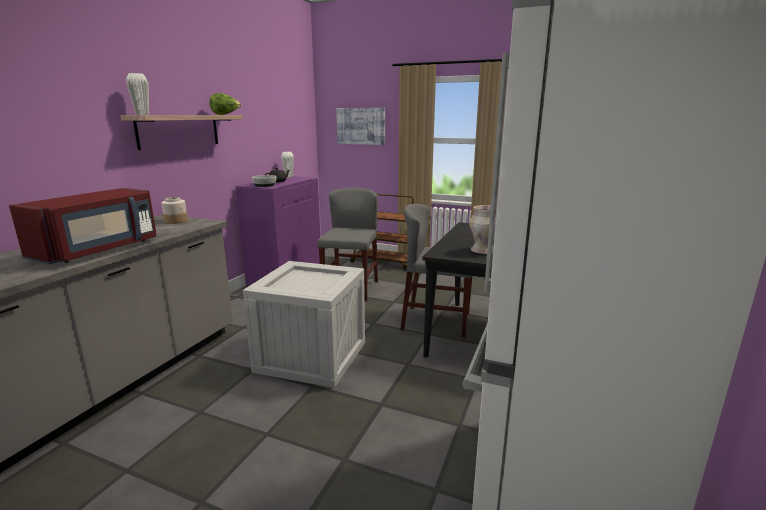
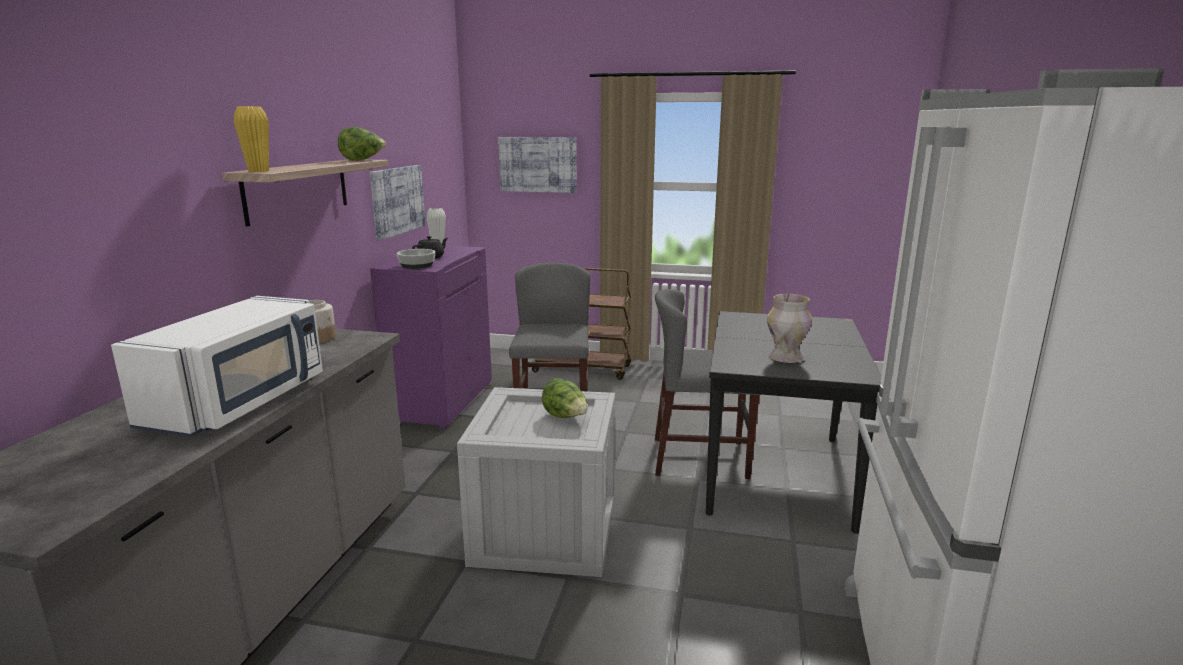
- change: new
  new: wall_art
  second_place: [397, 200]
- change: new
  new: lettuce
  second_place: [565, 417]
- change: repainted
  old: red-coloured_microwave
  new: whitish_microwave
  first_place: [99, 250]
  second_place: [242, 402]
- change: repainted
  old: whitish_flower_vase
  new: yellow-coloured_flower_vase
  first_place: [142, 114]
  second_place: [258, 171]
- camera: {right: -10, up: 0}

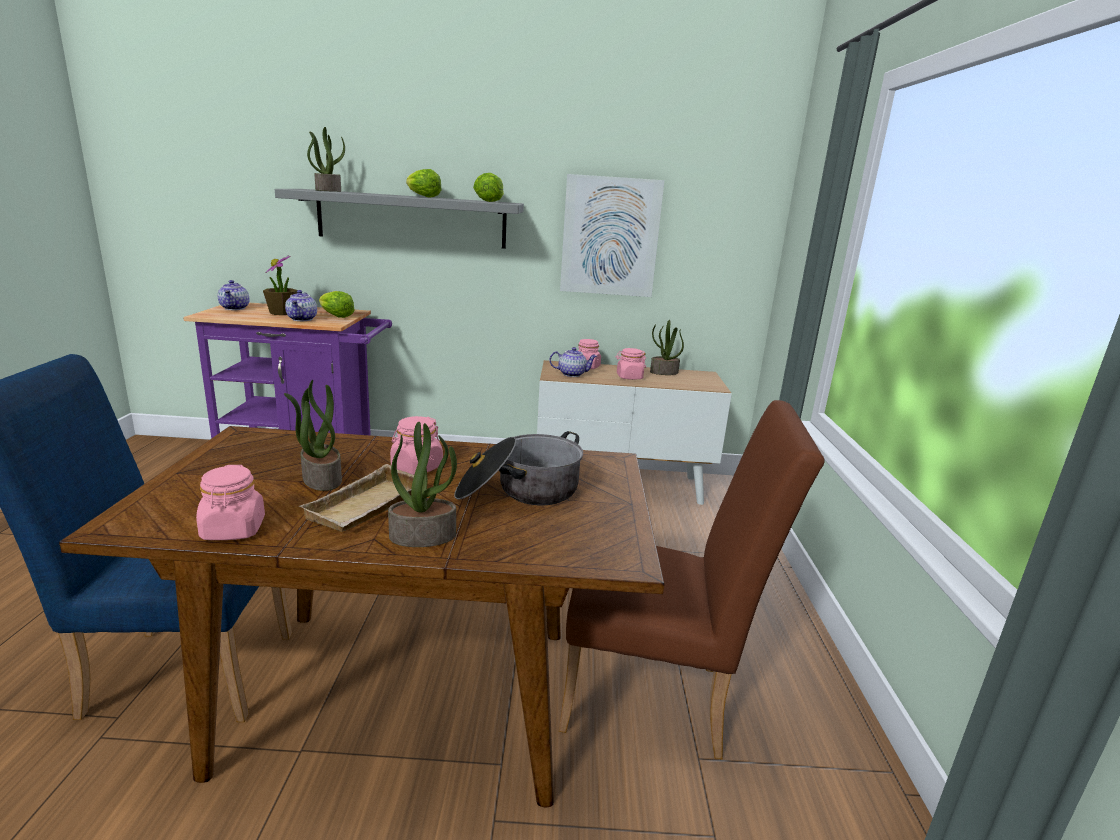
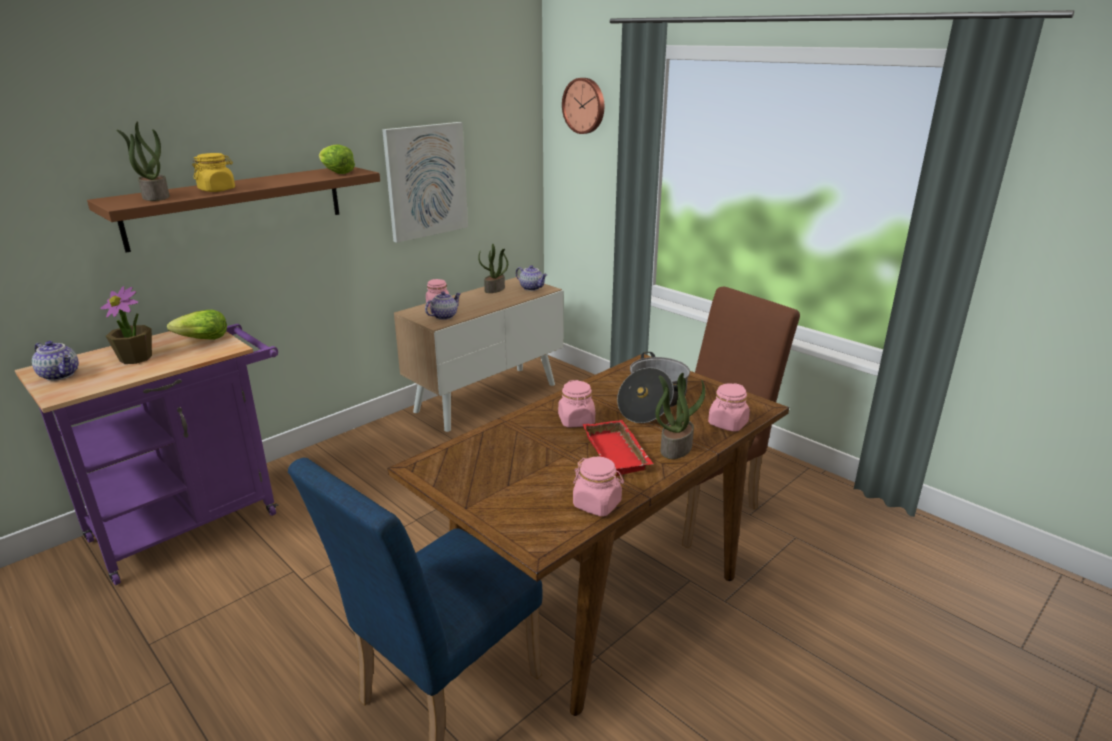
- change: gone
  old: plant_in_a_pot
  first_place: [321, 479]
- change: gone
  old: lettuce
  first_place: [422, 196]
- change: new
  new: yellow-coloured_storage_jar
  second_place: [217, 190]
- change: new
  new: wall_clock
  second_place: [584, 105]
- change: shifted
  old: tea_pot
  first_place: [303, 319]
  second_place: [532, 288]
- change: shifted
  old: pinkish_storage_jar
  first_place: [629, 377]
  second_place: [727, 424]
- change: repainted
  old: gray_shelf
  new: brownish_shelf
  first_place: [412, 219]
  second_place: [237, 206]
- change: repainted
  old: beige-coloured_tray
  new: red-coloured_tray
  first_place: [368, 508]
  second_place: [618, 453]
- camera: {right: -45, up: 5}

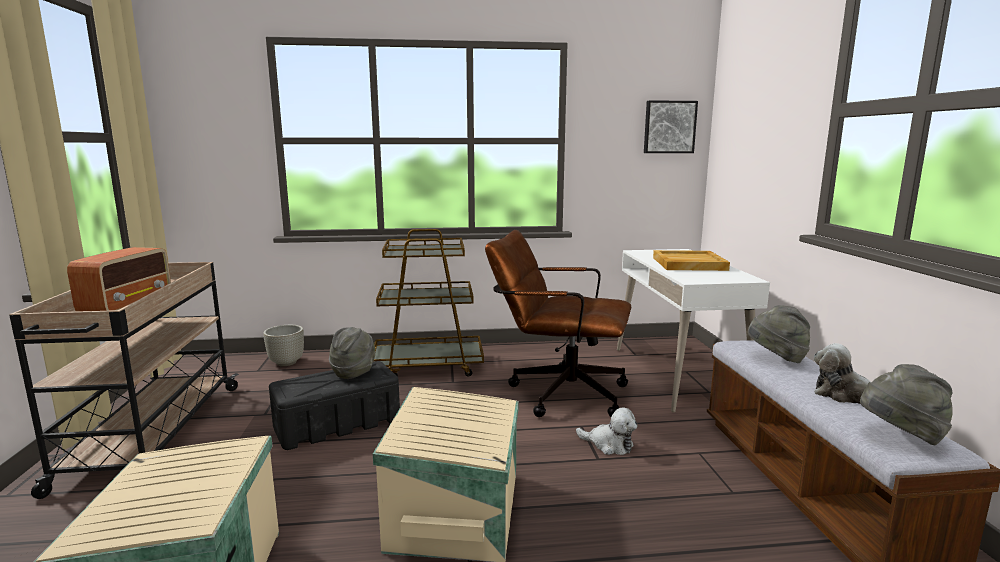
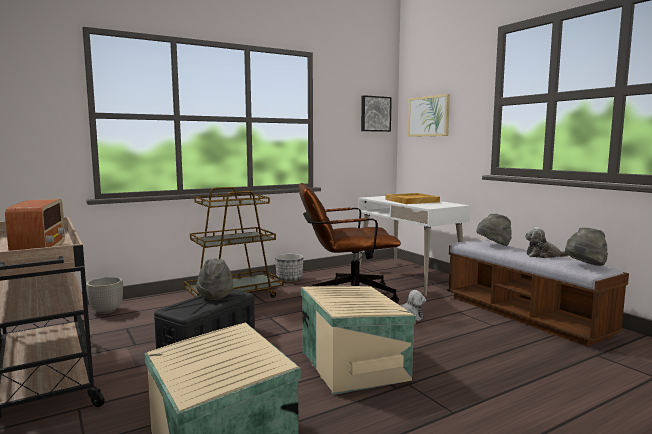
- change: new
  new: plant_pot
  second_place: [289, 279]
- change: new
  new: wall_art
  second_place: [429, 116]
- camera: {right: -25, up: -5}

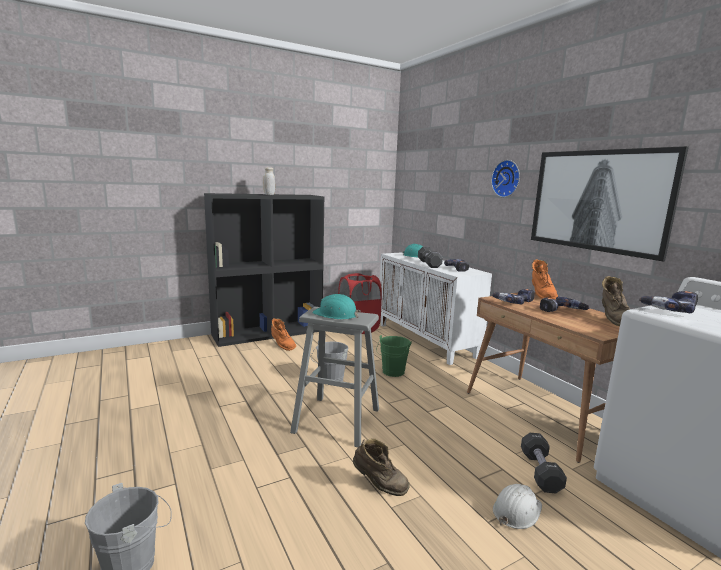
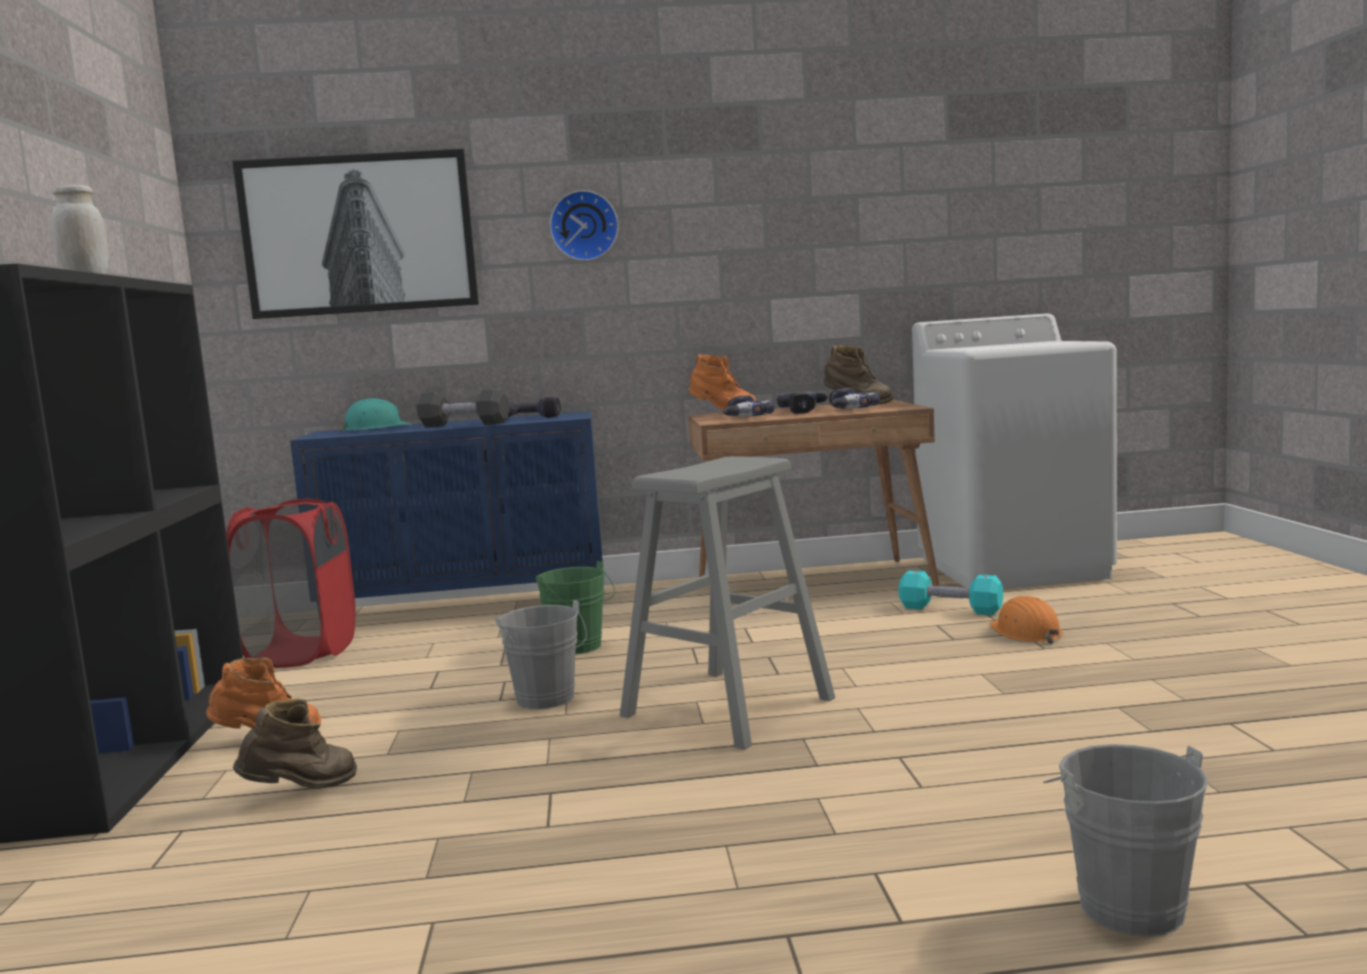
- change: gone
  old: turquoise_work_helmet
  first_place: [336, 314]
- change: shifted
  old: brownish_boot
  first_place: [379, 485]
  second_place: [302, 792]
- change: shifted
  old: wall_art
  first_place: [597, 200]
  second_place: [359, 234]
- change: shifted
  old: power_drill
  first_place: [669, 309]
  second_place: [845, 410]
- change: repainted
  old: whitish_cupboard
  new: bluish_cupboard
  first_place: [426, 340]
  second_place: [469, 608]
- change: repainted
  old: whitish_work_helmet
  new: orange-coloured_work_helmet
  first_place: [516, 510]
  second_place: [1025, 632]
- change: repainted
  old: black_hand_weight
  new: turquoise_hand_weight
  first_place: [540, 472]
  second_place: [950, 609]
- camera: {right: -65, up: -5}

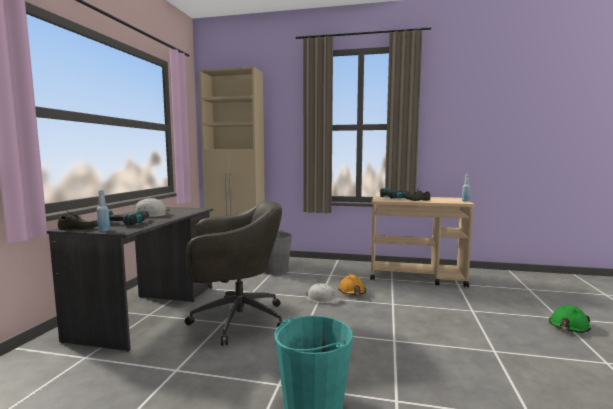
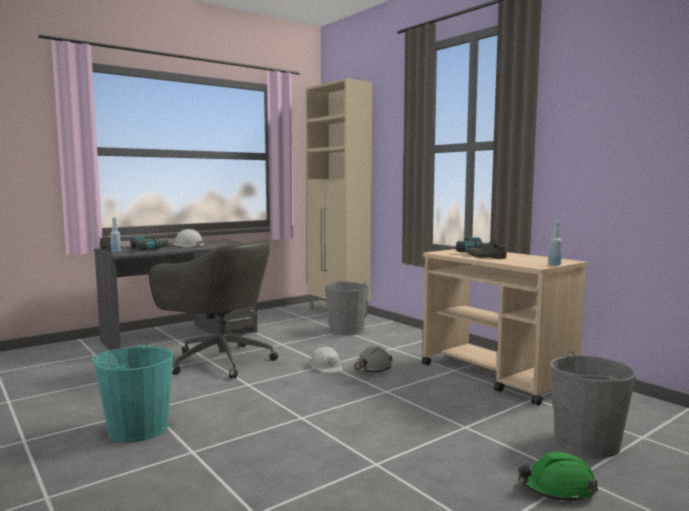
- change: new
  new: gray_water_bucket
  second_place: [586, 442]
- change: repainted
  old: orange-coloured_work_helmet
  new: gray_work_helmet
  first_place: [352, 292]
  second_place: [373, 369]
- camera: {right: 40, up: 0}

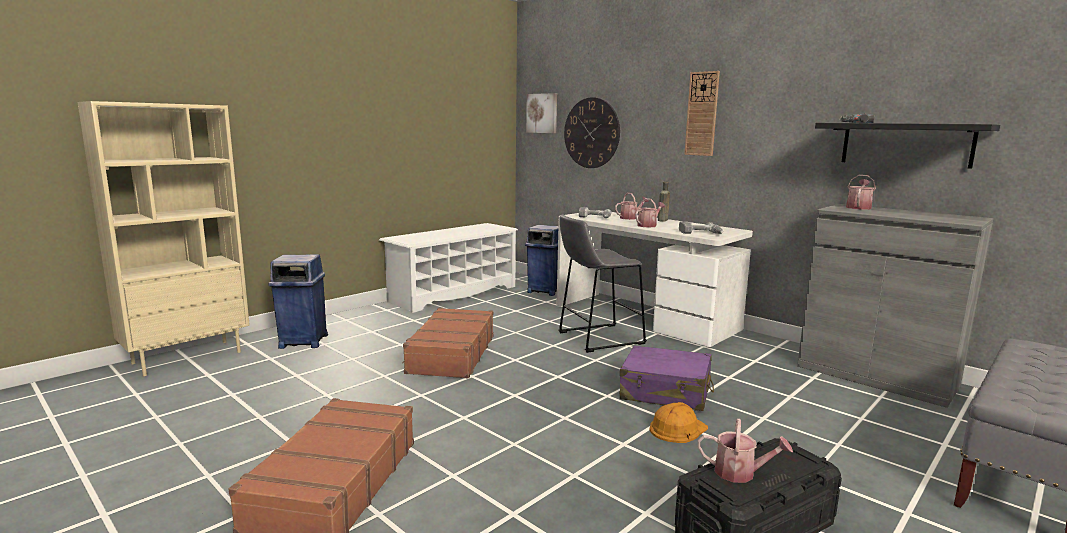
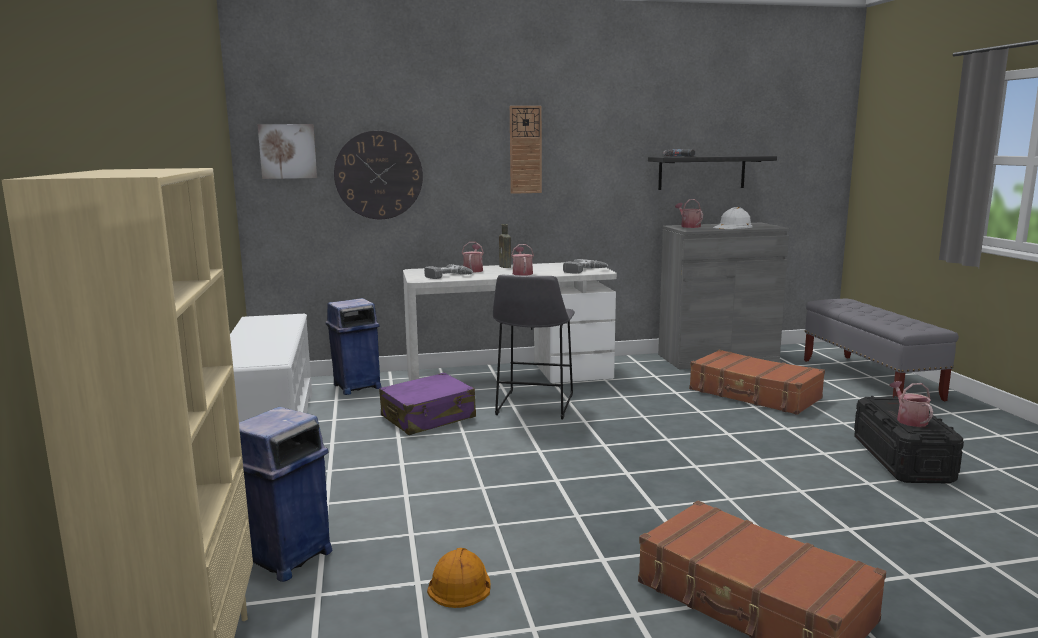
- change: new
  new: whitish_work_helmet
  second_place: [733, 227]
- change: shifted
  old: brownish_travel_case
  first_place: [451, 354]
  second_place: [754, 394]
- change: shifted
  old: purple_travel_case
  first_place: [665, 392]
  second_place: [428, 417]
- change: shifted
  old: orange-coloured_work_helmet
  first_place: [677, 429]
  second_place: [460, 583]
- change: rotated
  old: watering_can
  first_place: [740, 473]
  second_place: [909, 420]
  degrees: -60
- camera: {right: -55, up: 0}

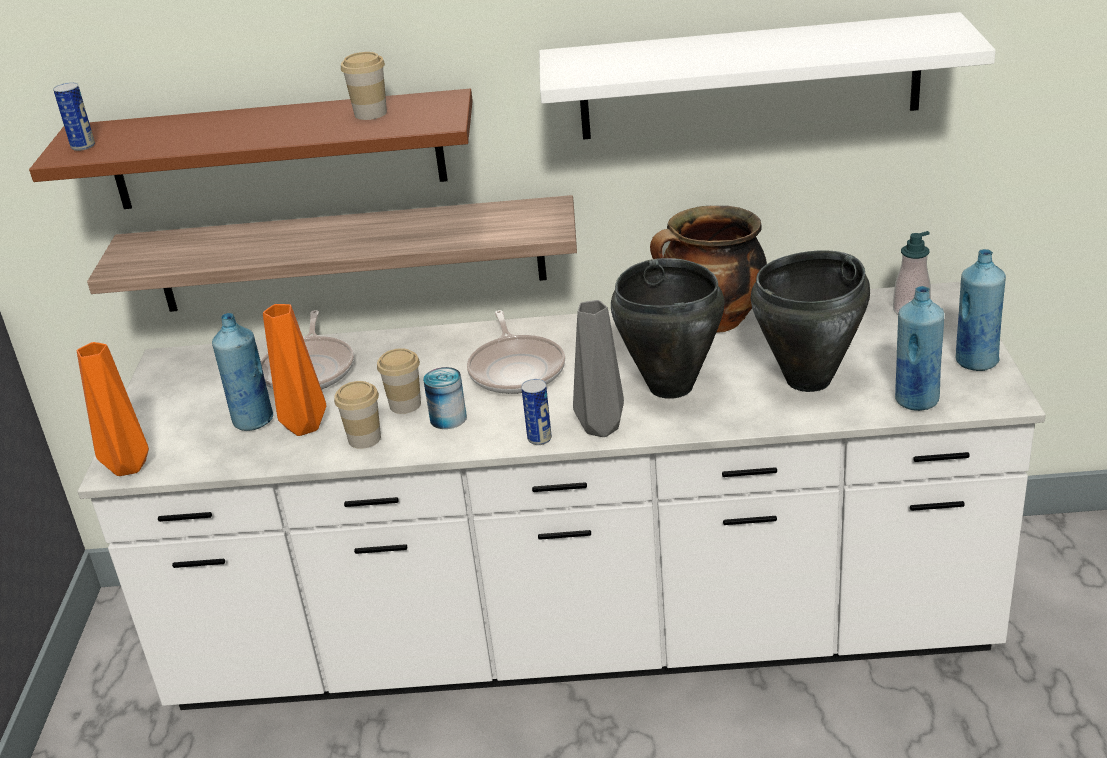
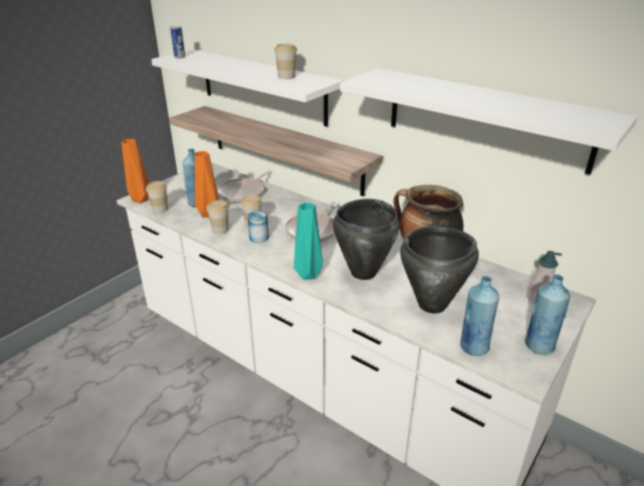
- change: gone
  old: can
  first_place: [539, 438]
- change: new
  new: small_cup
  second_place: [160, 209]
- change: repainted
  old: brownish_shelf
  new: whitish_shelf
  first_place: [276, 150]
  second_place: [262, 86]
- change: repainted
  old: gray_flower_vase
  new: turquoise_flower_vase
  first_place: [603, 427]
  second_place: [309, 275]
- camera: {right: 35, up: 0}

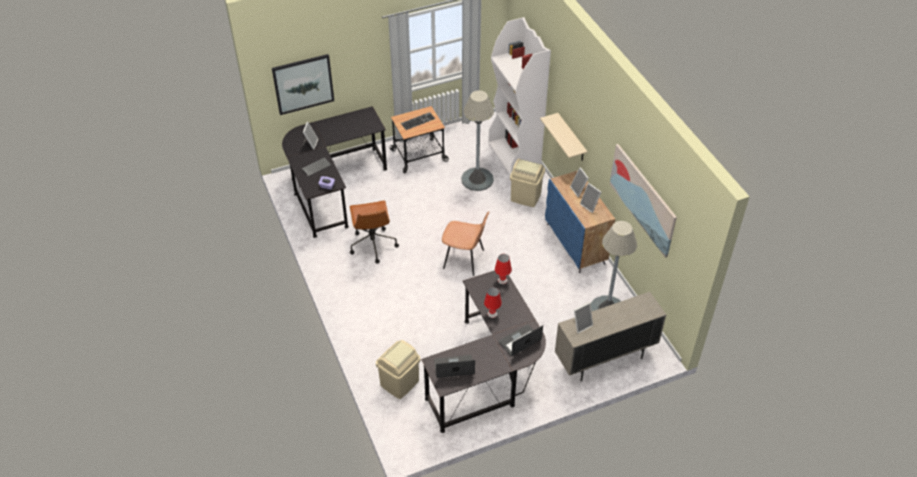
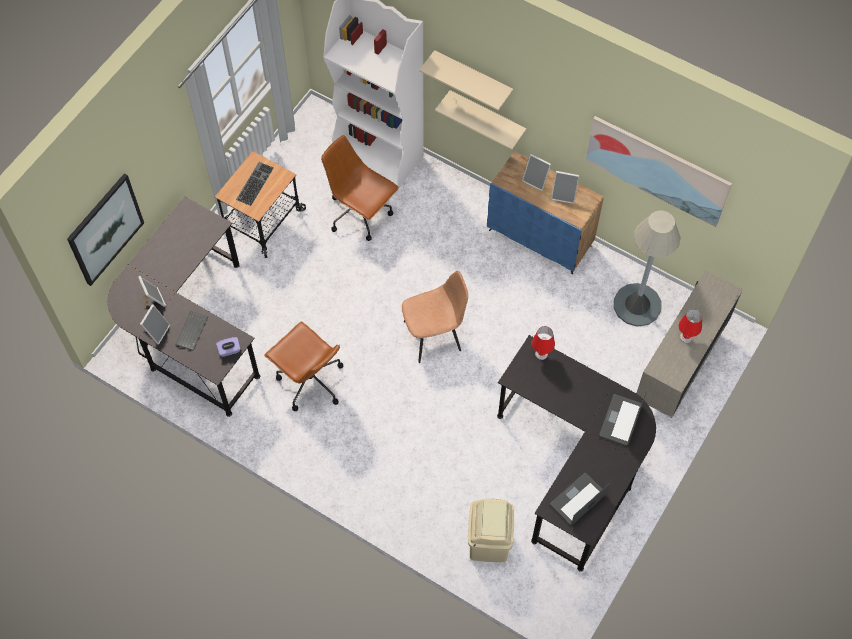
- change: gone
  old: beige-coloured_rubbish_bin
  first_place: [525, 197]
- change: new
  new: beige-coloured_shelf
  second_place: [473, 77]
- change: shifted
  old: red-coloured_table_lamp
  first_place: [492, 314]
  second_place: [686, 337]
- change: shifted
  old: photo_frame
  first_place: [581, 325]
  second_place: [156, 331]
- change: swapped
  old: gray_standard_lamp
  new: brownish_desk_chair
  first_place: [477, 179]
  second_place: [361, 214]
- camera: {right: -35, up: 15}

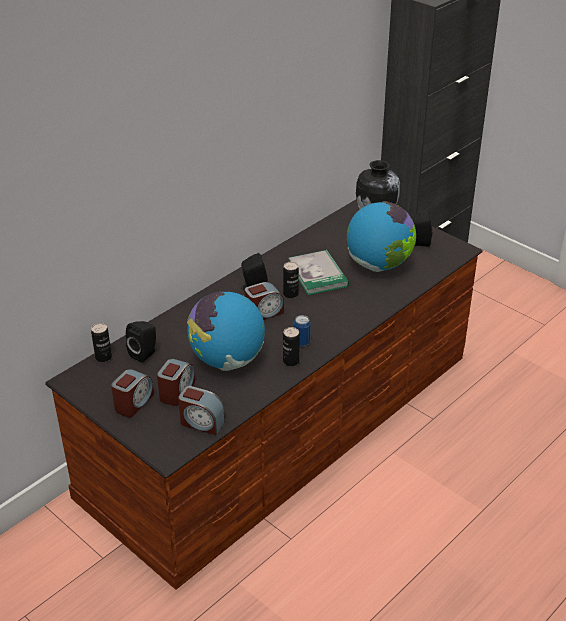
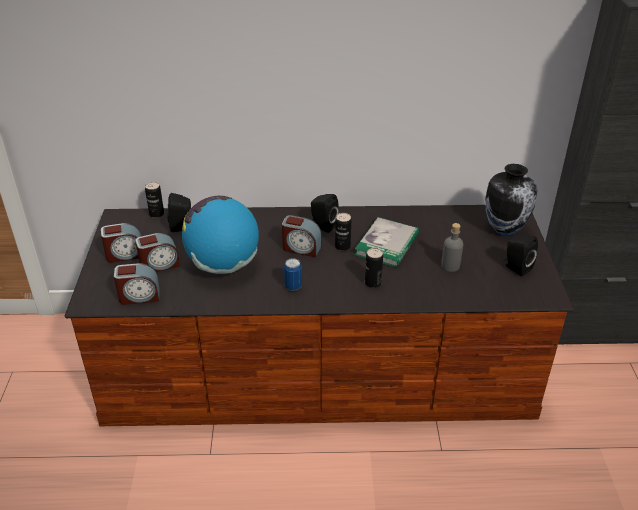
- change: shifted
  old: can
  first_place: [291, 361]
  second_place: [373, 283]
- change: swapped
  old: globe
  new: gray_bottle
  first_place: [379, 265]
  second_place: [450, 266]
- change: rotated
  old: table_clock
  first_place: [201, 423]
  second_place: [139, 296]
  degrees: -75
- camera: {right: 45, up: 0}

